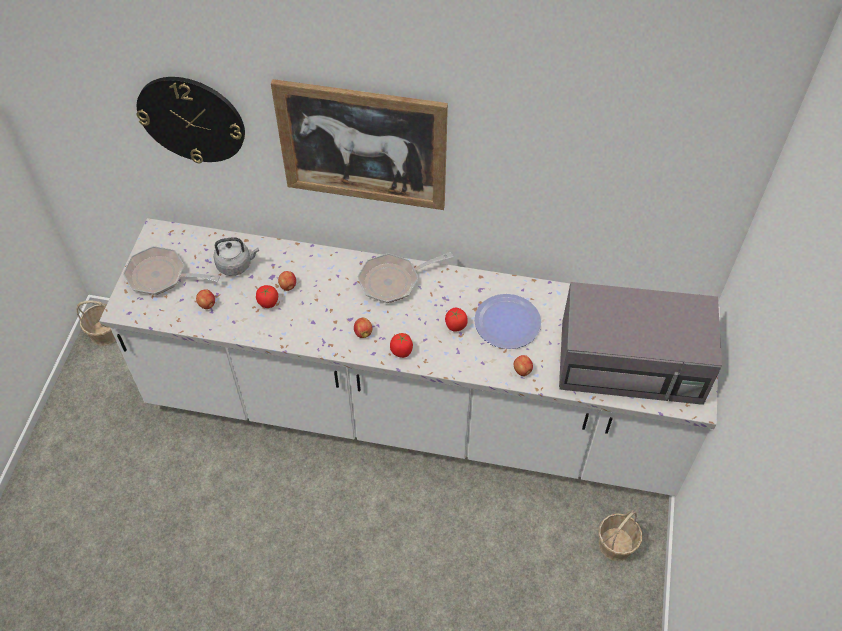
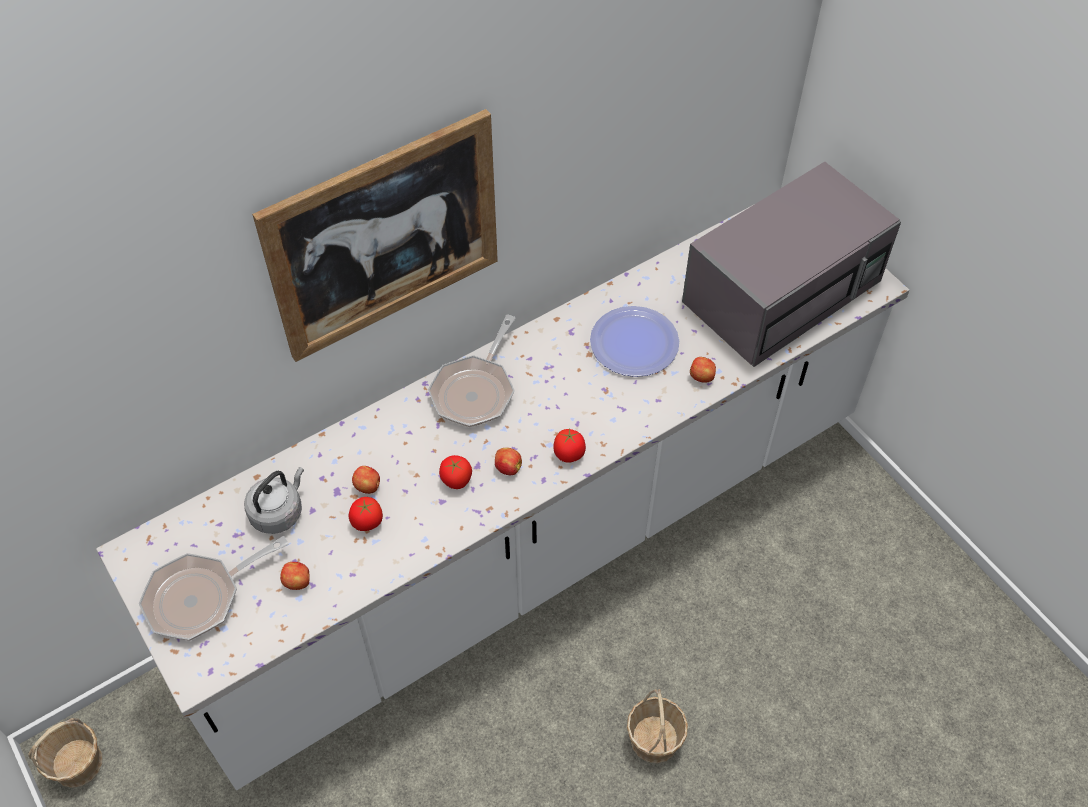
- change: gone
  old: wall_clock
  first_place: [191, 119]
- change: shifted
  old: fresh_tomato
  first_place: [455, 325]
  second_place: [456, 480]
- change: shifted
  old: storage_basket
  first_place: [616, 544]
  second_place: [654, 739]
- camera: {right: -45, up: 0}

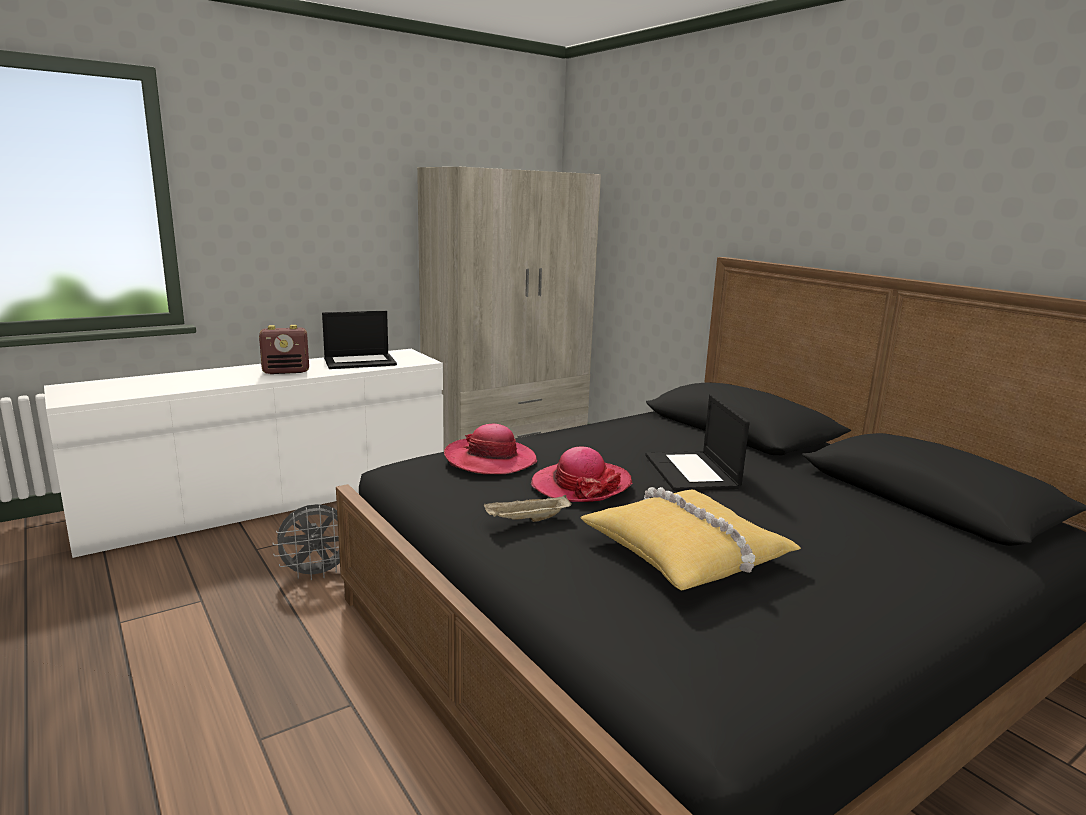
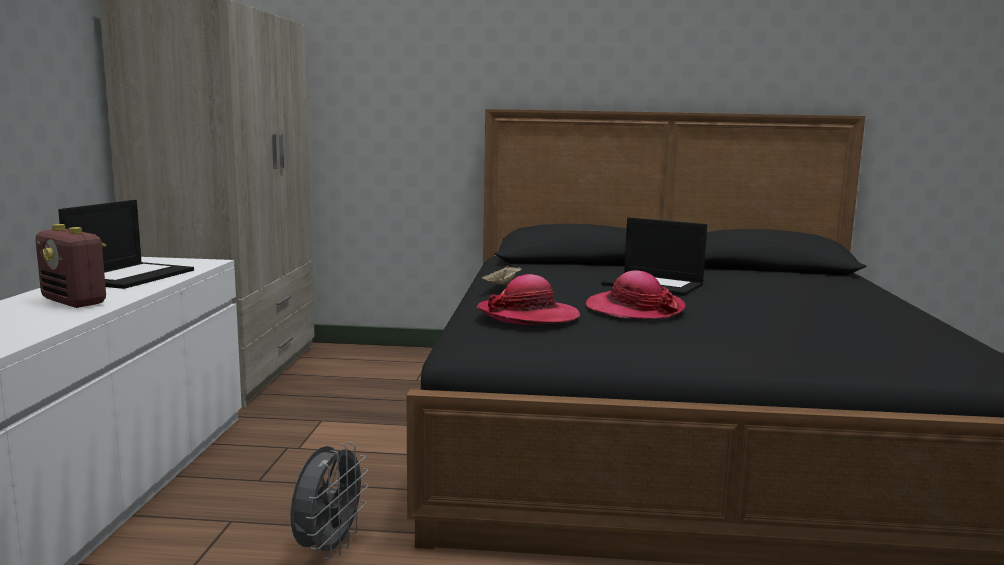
- change: gone
  old: yellow-coloured_throw_pillow
  first_place: [686, 552]
- change: shifted
  old: beige-coloured_tray
  first_place: [527, 520]
  second_place: [502, 285]
- change: rotated
  old: radio_set
  first_place: [286, 371]
  second_place: [75, 302]
  degrees: 105
- camera: {right: -50, up: -5}

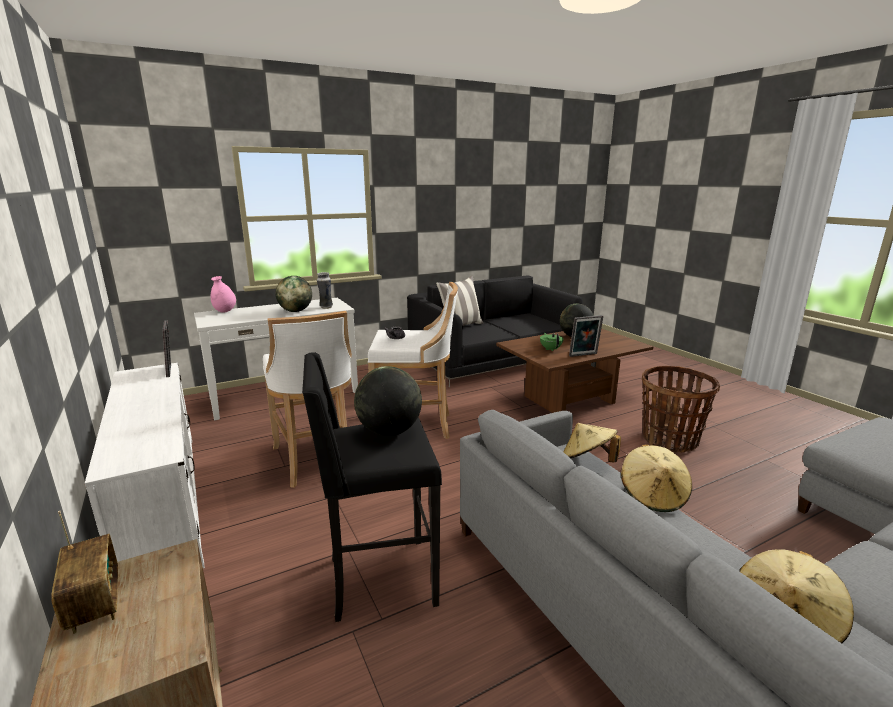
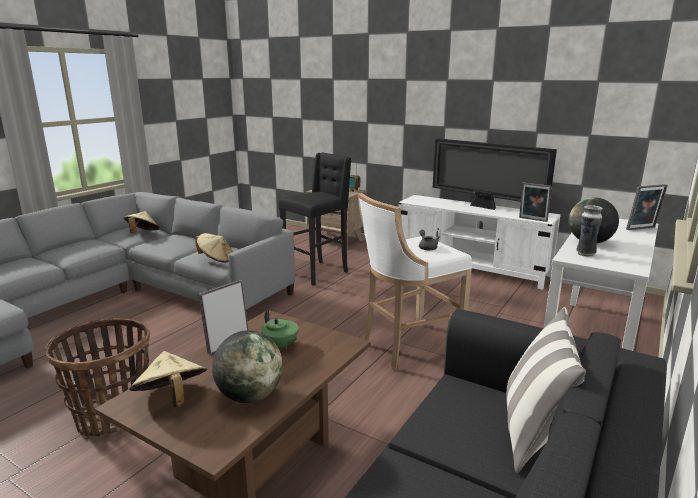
- change: gone
  old: whitish_stool
  first_place: [316, 461]
- change: gone
  old: globe
  first_place: [389, 431]
- change: new
  new: television
  second_place: [485, 207]
- change: shifted
  old: beige-coloured_hat
  first_place: [653, 495]
  second_place: [171, 399]
- change: swapped
  old: pinkish_flower_vase
  new: photo_frame
  first_place: [225, 311]
  second_place: [642, 229]
- camera: {right: 150, up: 0}

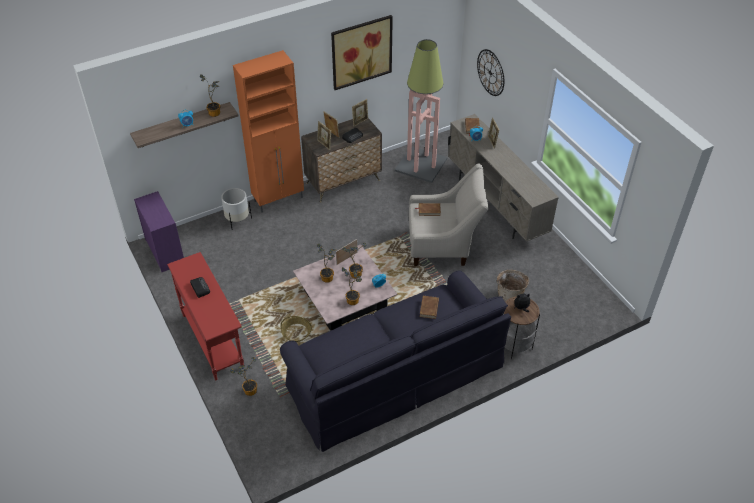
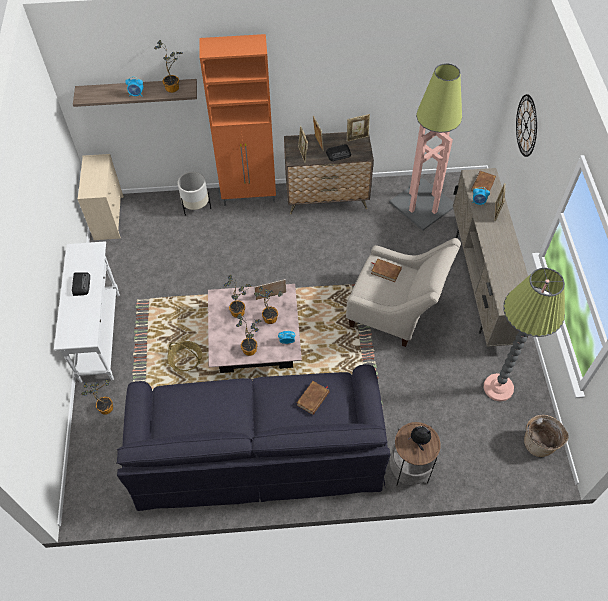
- change: gone
  old: wall_art
  first_place: [361, 52]
- change: new
  new: standard_lamp
  second_place: [498, 387]
- change: shifted
  old: storage_basket
  first_place: [510, 294]
  second_place: [540, 443]
- change: repainted
  old: purple_dresser
  new: beige-coloured_dresser
  first_place: [164, 251]
  second_place: [109, 217]
- change: repainted
  old: red-coloured_narrow_table
  new: whitish_narrow_table
  first_place: [213, 341]
  second_place: [100, 336]
- camera: {right: 25, up: 10}

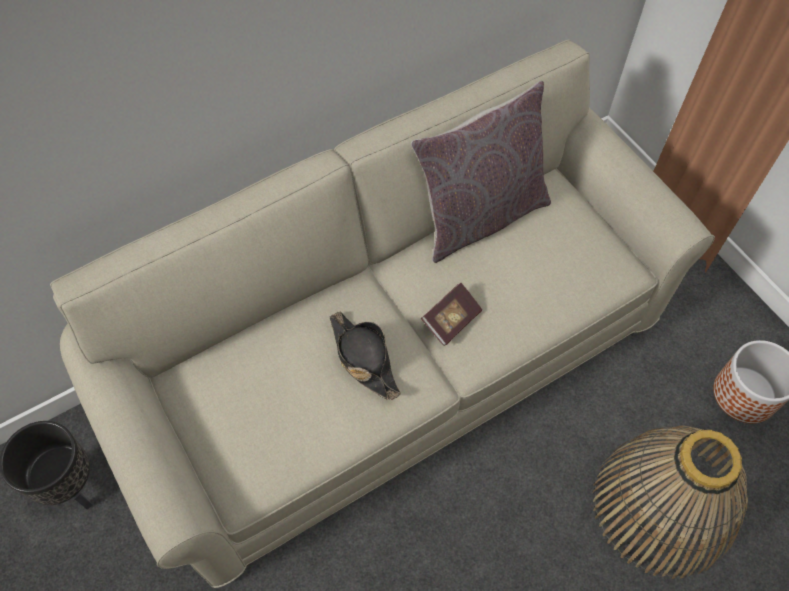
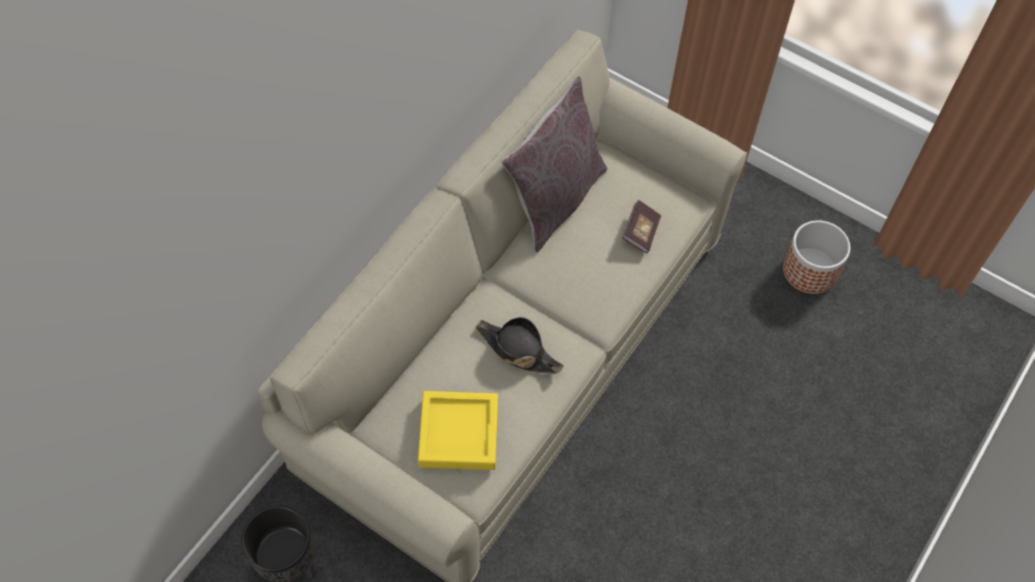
- change: gone
  old: storage_basket
  first_place: [662, 506]
- change: new
  new: yellow-coloured_tray
  second_place: [458, 433]
- change: shifted
  old: book
  first_place: [451, 320]
  second_place: [641, 232]
- camera: {right: -25, up: 0}

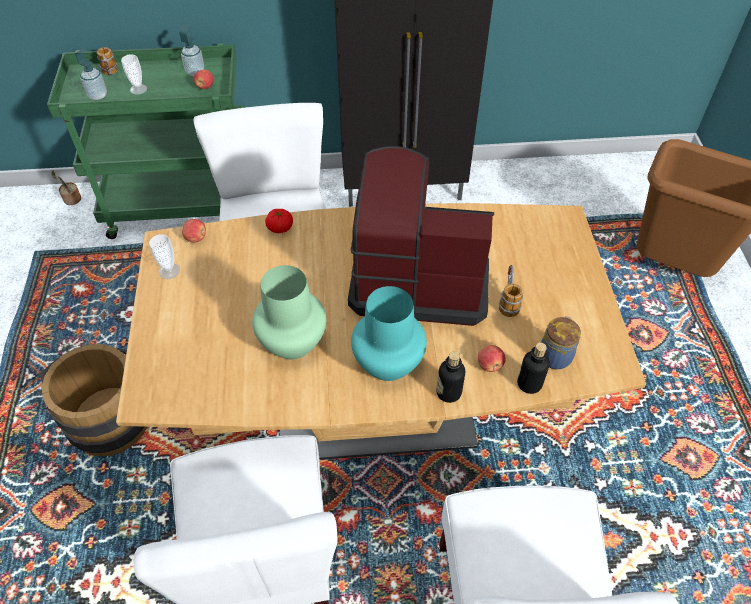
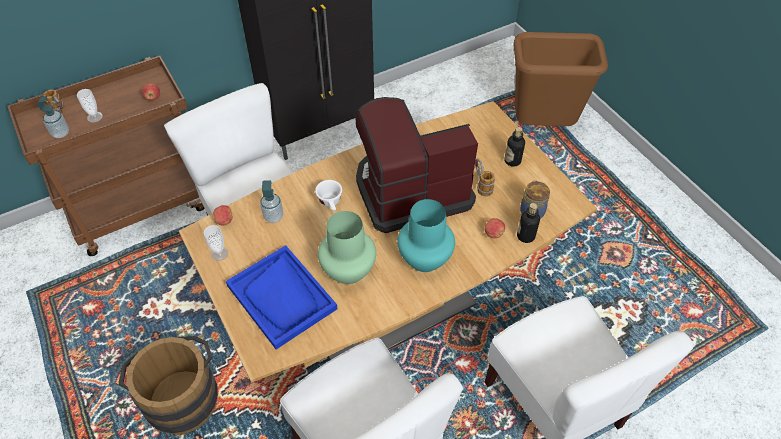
- change: gone
  old: plant_in_a_pot
  first_place: [71, 200]
- change: gone
  old: fresh_tomato
  first_place: [280, 227]
- change: new
  new: bluish_tray
  second_place: [282, 297]
- change: new
  new: whitish_small_cup
  second_place: [331, 203]
- change: shifted
  old: soap_bottle
  first_place: [195, 72]
  second_place: [273, 217]
- change: shifted
  old: bottle
  first_place: [448, 392]
  second_place: [512, 161]
- change: repainted
  old: greenish_wheeled_cart
  new: brownish_wheeled_cart
  first_place: [184, 206]
  second_place: [143, 206]
- camera: {right: -25, up: 0}

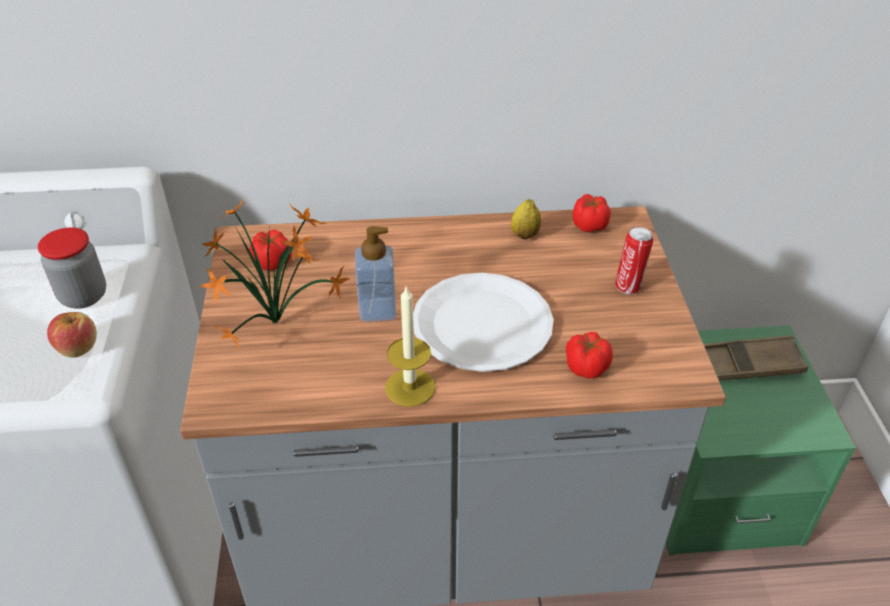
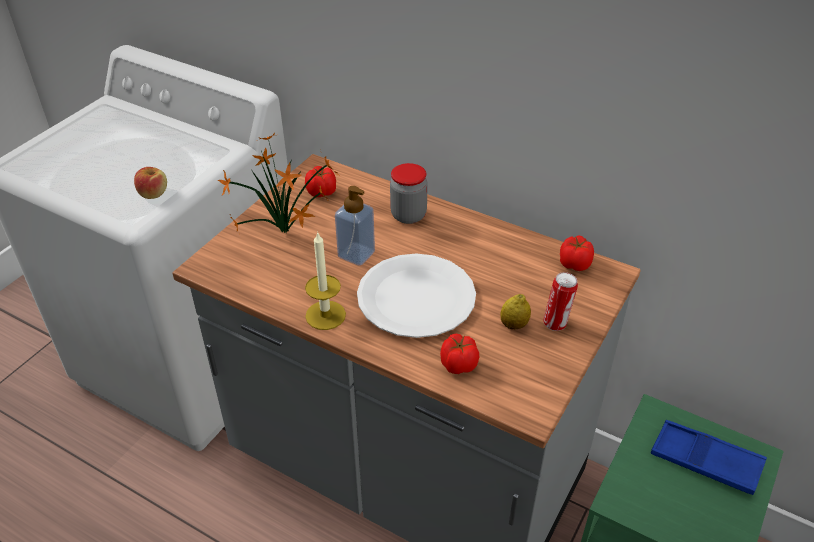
- change: shifted
  old: storage_jar
  first_place: [83, 296]
  second_place: [408, 215]
- change: shifted
  old: citrus_fruit
  first_place: [525, 235]
  second_place: [514, 325]
- change: repainted
  old: brownish_tray
  new: bluish_tray
  first_place: [747, 365]
  second_place: [705, 461]
- camera: {right: 35, up: 0}

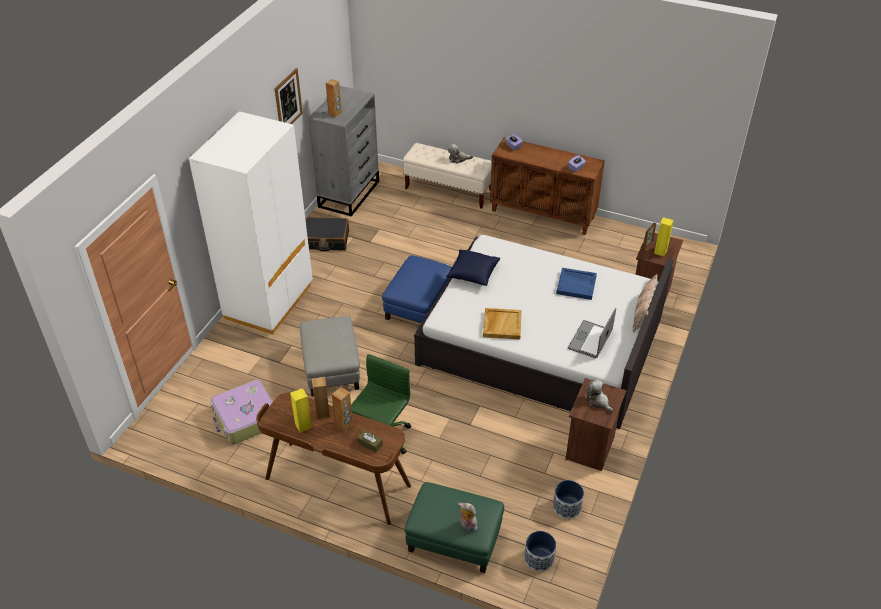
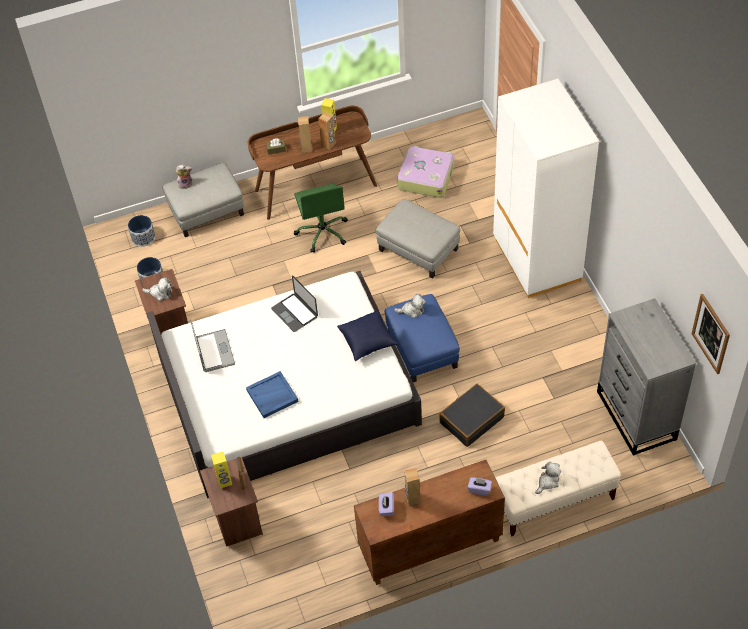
- change: gone
  old: throw_pillow
  first_place: [643, 312]
- change: new
  new: soft_toy
  second_place: [412, 310]
- change: shifted
  old: wall_art
  first_place: [288, 101]
  second_place: [711, 333]
- change: shifted
  old: black_travel_case
  first_place: [326, 240]
  second_place: [471, 419]
- change: shifted
  old: brownish_loudspeaker
  first_place: [335, 114]
  second_place: [412, 499]
- change: swapped
  old: beige-coloured_tray
  new: notebook_computer
  first_place: [501, 325]
  second_place: [294, 312]
- change: repainted
  old: greenish_ottoman
  new: gray_ottoman
  first_place: [454, 539]
  second_place: [206, 210]
- camera: {right: 140, up: 10}

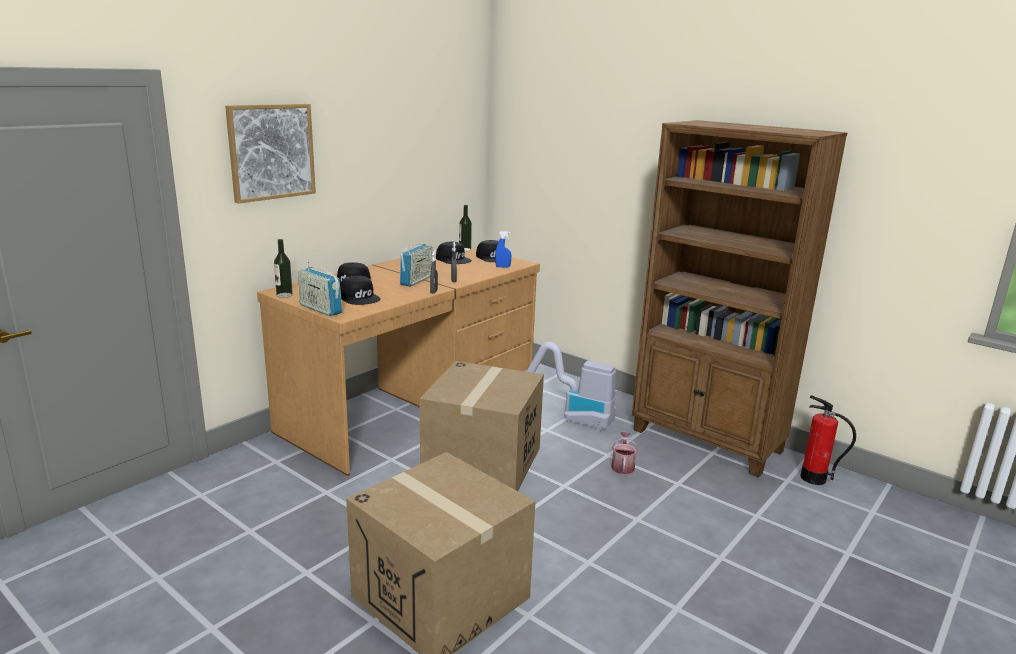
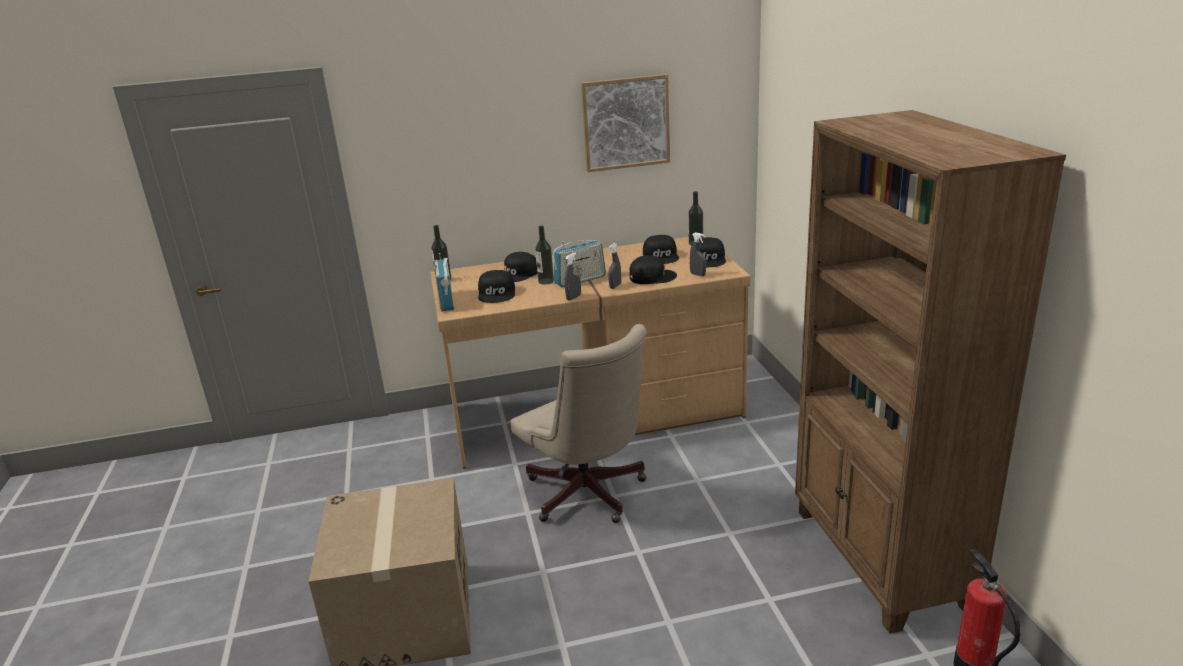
- change: gone
  old: vacuum
  first_place: [571, 416]
- change: gone
  old: watering_can
  first_place: [622, 466]
- change: new
  new: bottle
  second_place: [546, 281]
- change: new
  new: black_baseball_cap
  second_place: [652, 277]
- change: shifted
  old: wall_art
  first_place: [271, 152]
  second_place: [625, 123]
- change: swapped
  old: carton
  new: beige-coloured_desk_chair
  first_place: [482, 463]
  second_place: [588, 496]
- change: repainted
  old: bluish_sprayer
  new: gray_sprayer
  first_place: [502, 267]
  second_place: [697, 274]
- camera: {right: 40, up: 5}

